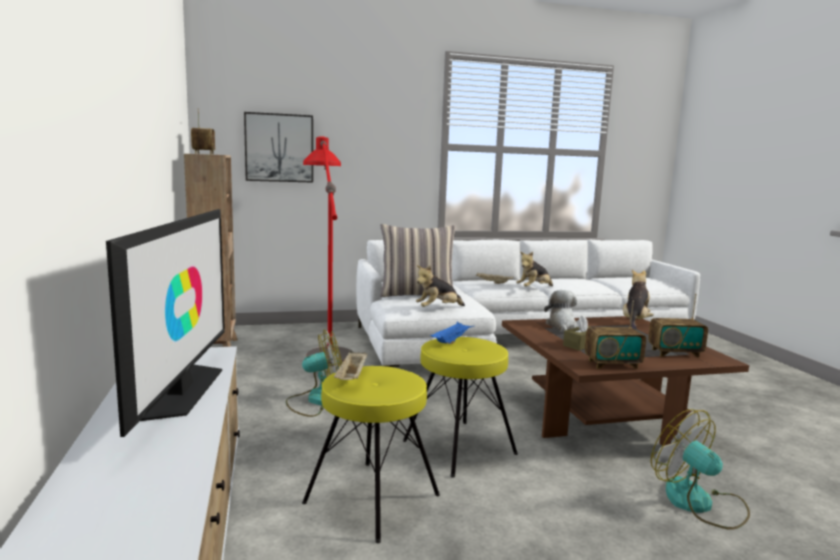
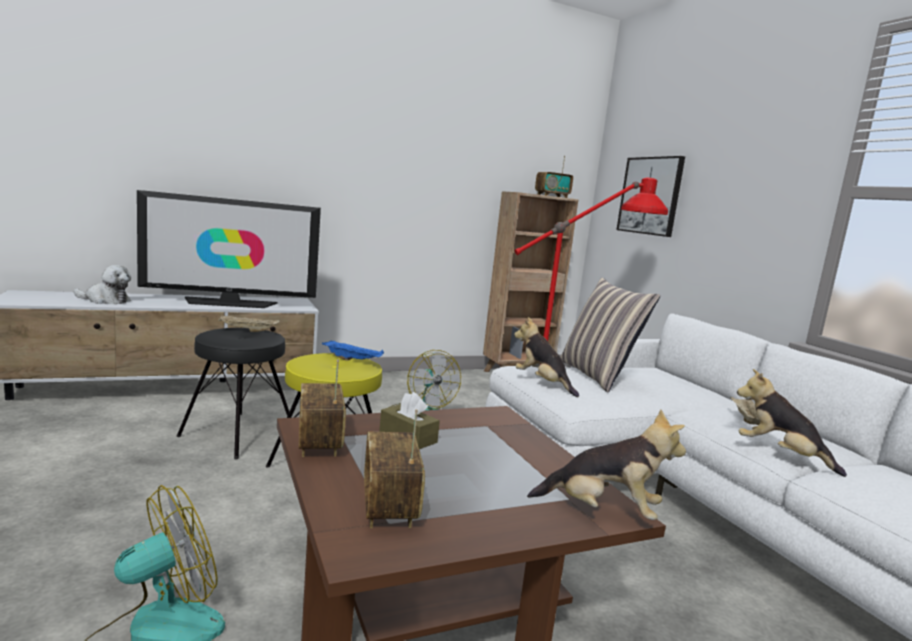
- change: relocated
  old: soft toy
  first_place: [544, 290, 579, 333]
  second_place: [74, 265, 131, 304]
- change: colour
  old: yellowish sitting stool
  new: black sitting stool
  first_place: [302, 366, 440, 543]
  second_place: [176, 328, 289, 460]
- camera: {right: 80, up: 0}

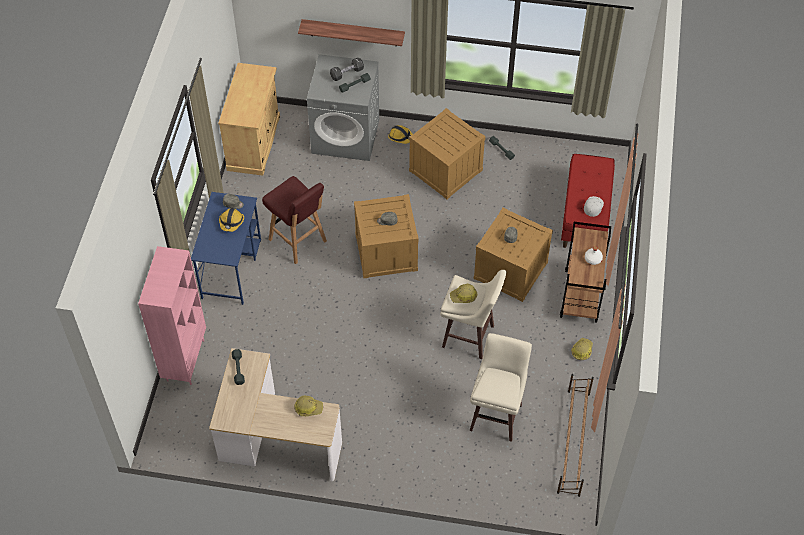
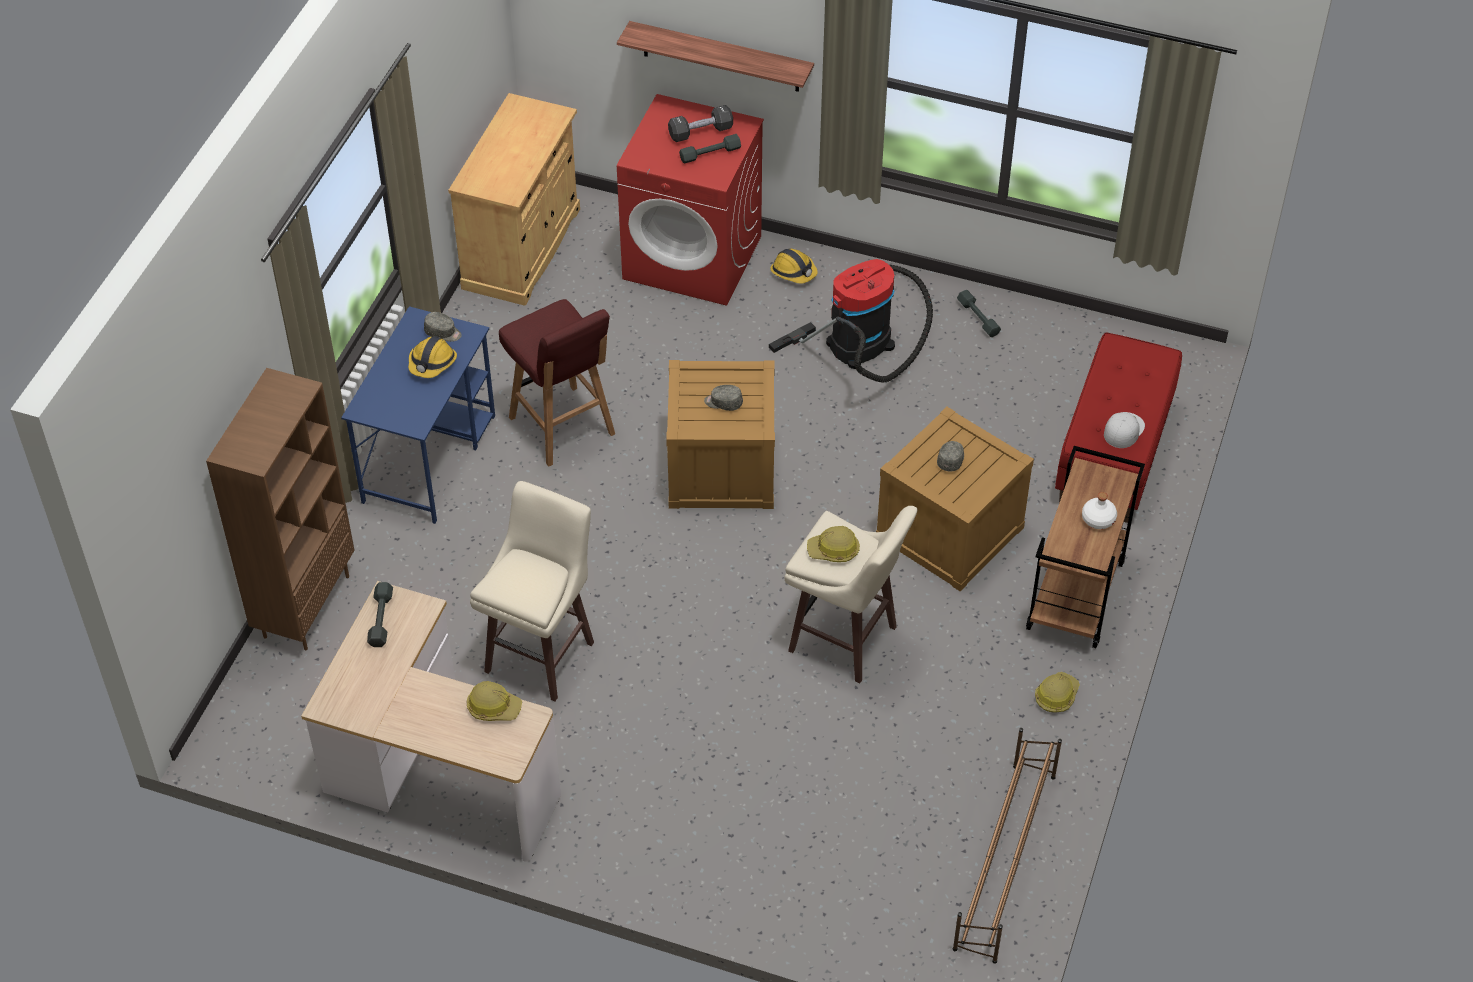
- change: colour
  old: pinkish bookshelf
  new: brown bookshelf
  first_place: [138, 246, 206, 385]
  second_place: [206, 368, 354, 651]
- change: relocated
  old: beige sitting stool
  first_place: [469, 333, 532, 442]
  second_place: [470, 481, 594, 701]
- change: colour
  old: greyish laundry machine
  new: red laundry machine
  first_place: [307, 54, 379, 161]
  second_place: [617, 94, 764, 306]
- change: exchanged
  old: shipping crate
  new: hoover
  first_place: [409, 108, 485, 199]
  second_place: [769, 259, 933, 383]
- camera: {right: 10, up: -5}

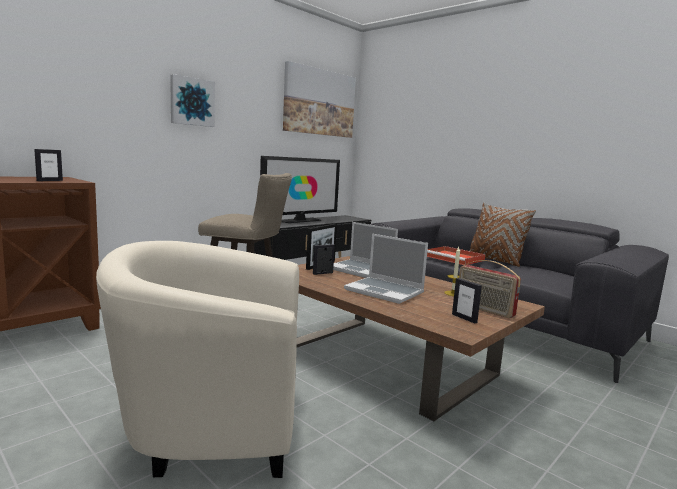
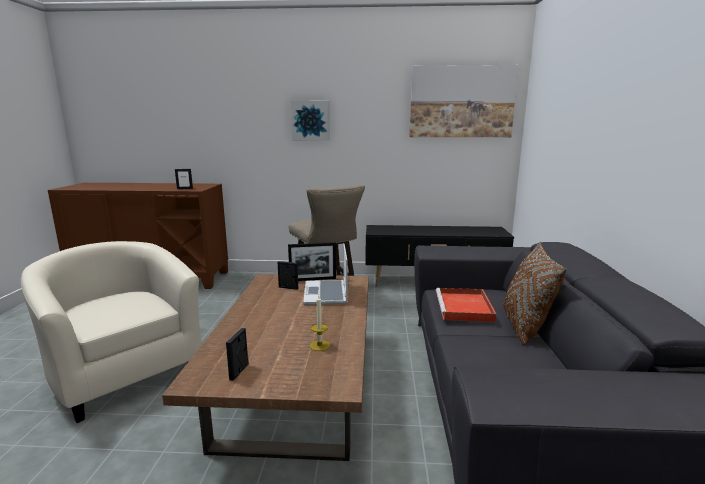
- change: missing
  old: TV set
  first_place: [260, 156, 340, 223]
- change: missing
  old: portable computer
  first_place: [344, 234, 428, 304]
- change: missing
  old: radio
  first_place: [459, 260, 521, 318]
- camera: {right: 50, up: 5}

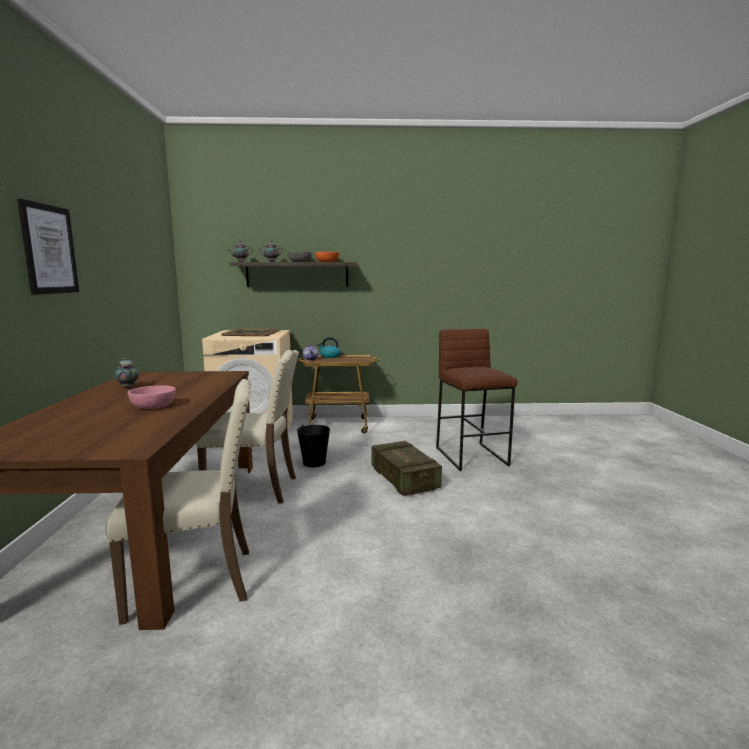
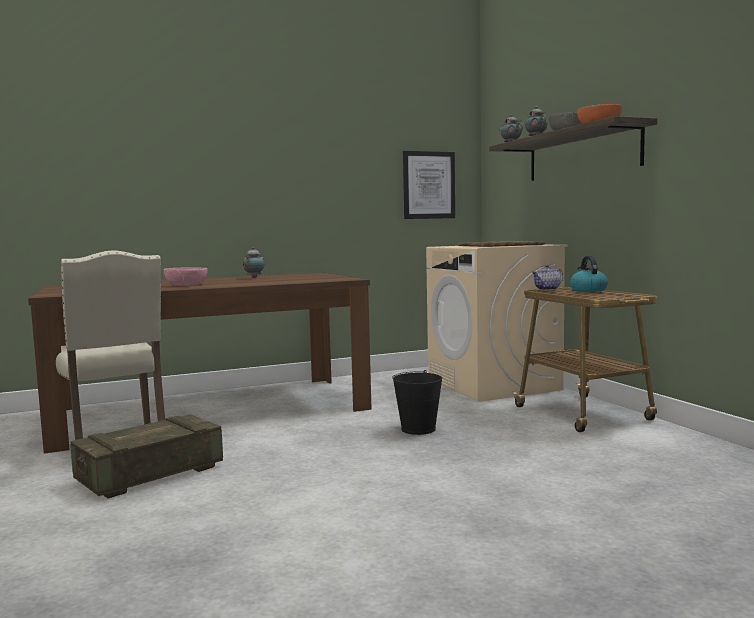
- change: relocated
  old: shipping crate
  first_place: [372, 441, 442, 496]
  second_place: [70, 414, 223, 498]
- change: relocated
  old: wall picture
  first_place: [17, 199, 79, 295]
  second_place: [403, 151, 455, 219]
- change: missing
  old: beige upright chair
  first_place: [196, 350, 299, 503]
- change: missing
  old: brown sitting stool
  first_place: [436, 329, 517, 471]
- camera: {right: 70, up: -5}

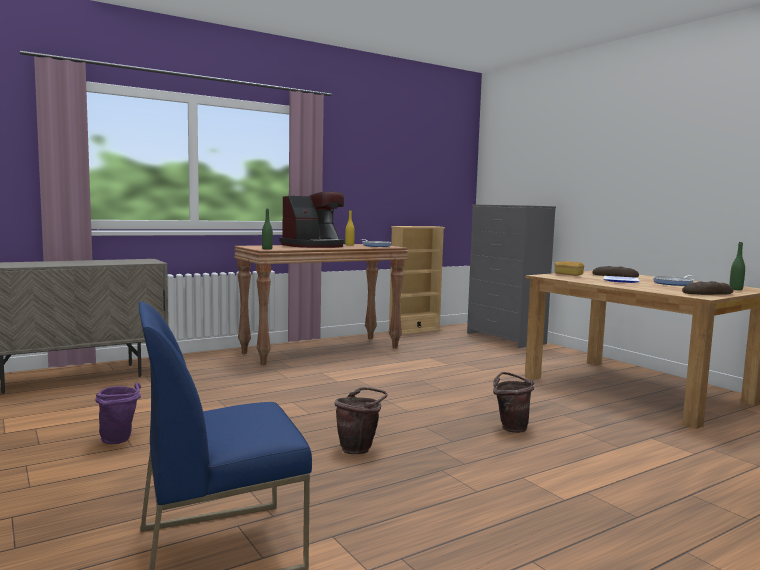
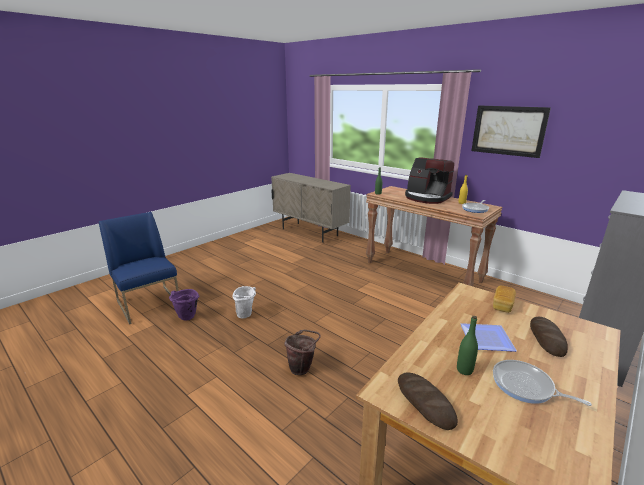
- change: relocated
  old: purple pail
  first_place: [95, 382, 141, 444]
  second_place: [169, 289, 199, 320]
- change: colour
  old: brown pail
  new: whitish pail
  first_place: [335, 387, 388, 454]
  second_place: [232, 286, 256, 318]
- change: relocated
  old: greenish bottle
  first_place: [729, 242, 745, 290]
  second_place: [457, 316, 478, 375]
- change: appeared
  new: wall picture
  second_place: [471, 106, 551, 158]
- change: missing
  old: beige bookshelf
  first_place: [388, 226, 445, 335]
- camera: {right: 75, up: 15}

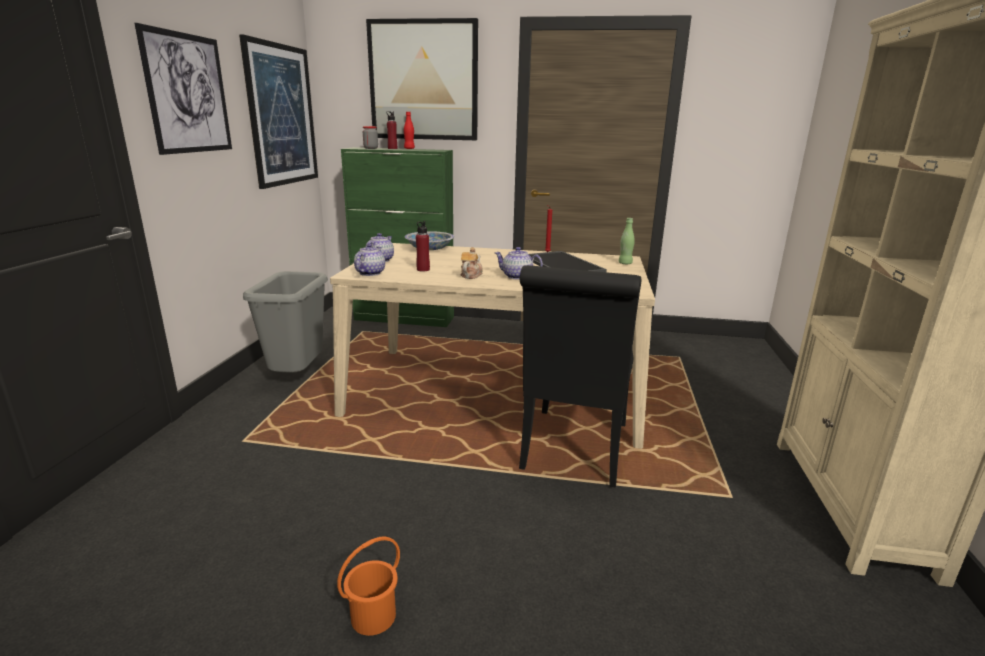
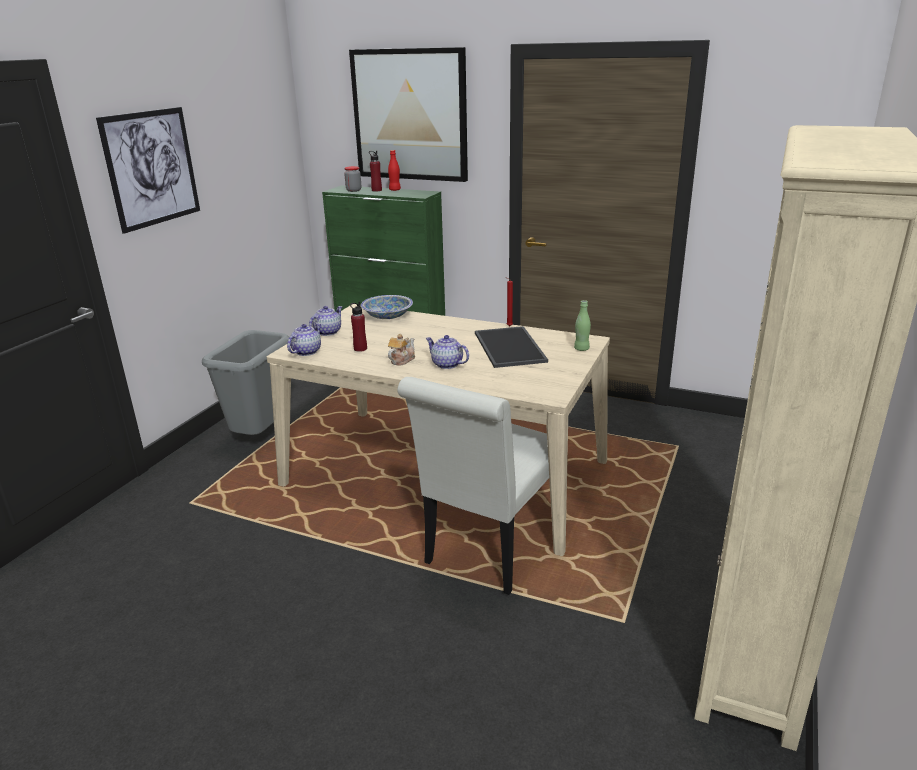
- change: colour
  old: black upright chair
  new: whitish upright chair
  first_place: [519, 265, 641, 488]
  second_place: [397, 377, 549, 595]
- change: missing
  old: wall picture
  first_place: [239, 34, 318, 189]
- change: missing
  old: orange-coloured pail
  first_place: [337, 536, 400, 636]
- camera: {right: 15, up: 5}

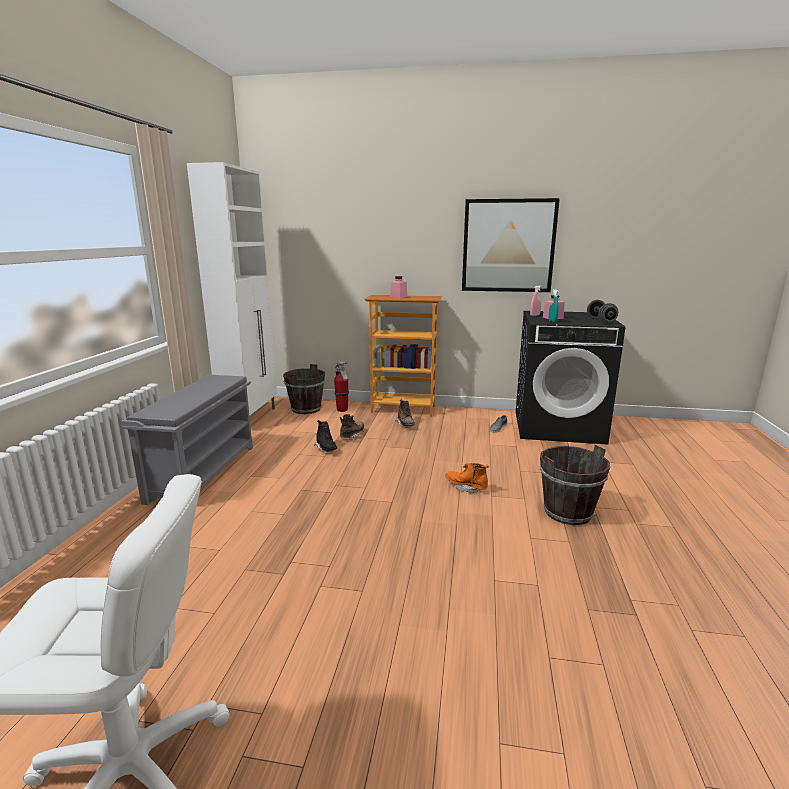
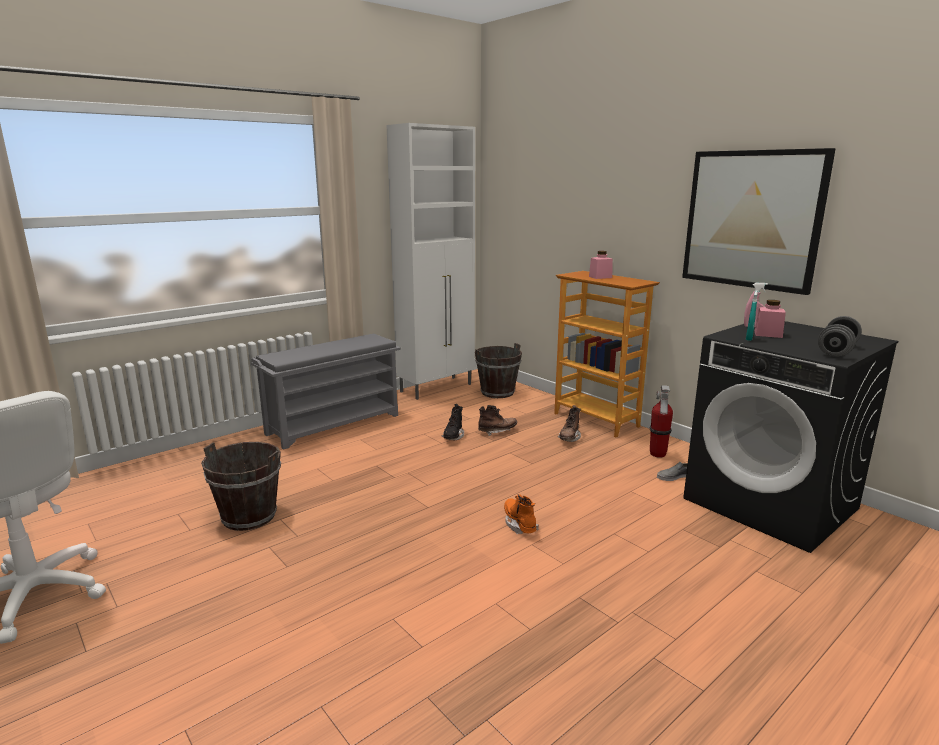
- change: relocated
  old: brown pail
  first_place: [540, 445, 610, 525]
  second_place: [201, 442, 281, 531]
- change: relocated
  old: fire-fighting cylinder
  first_place: [334, 361, 349, 412]
  second_place: [650, 385, 673, 458]
- camera: {right: 40, up: 0}

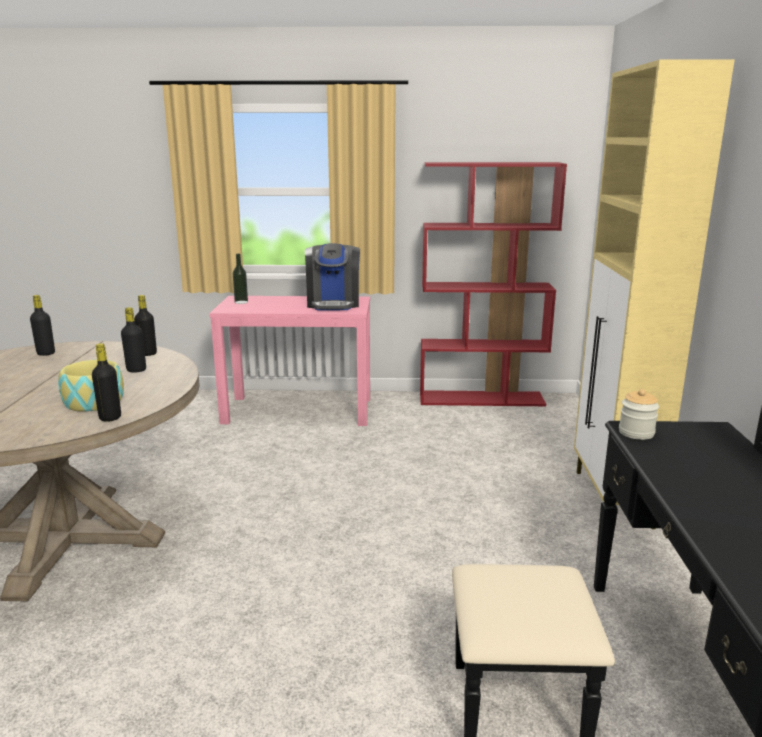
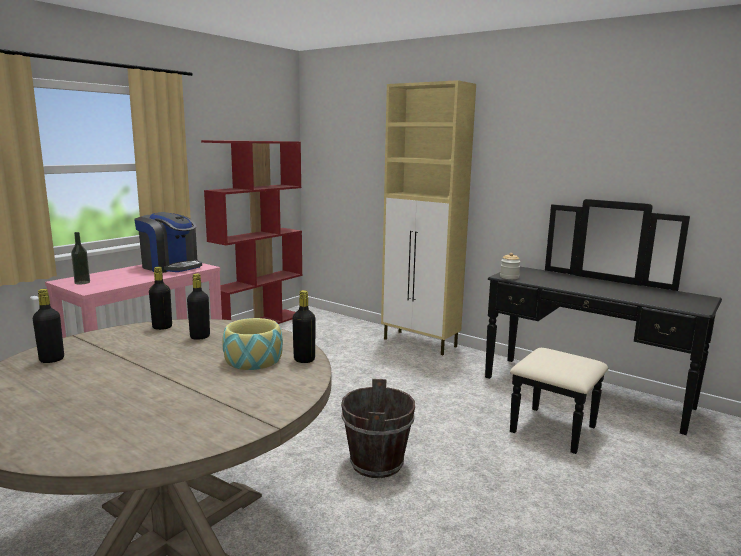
- change: appeared
  new: brown pail
  second_place: [341, 379, 415, 478]
- camera: {right: -55, up: -5}

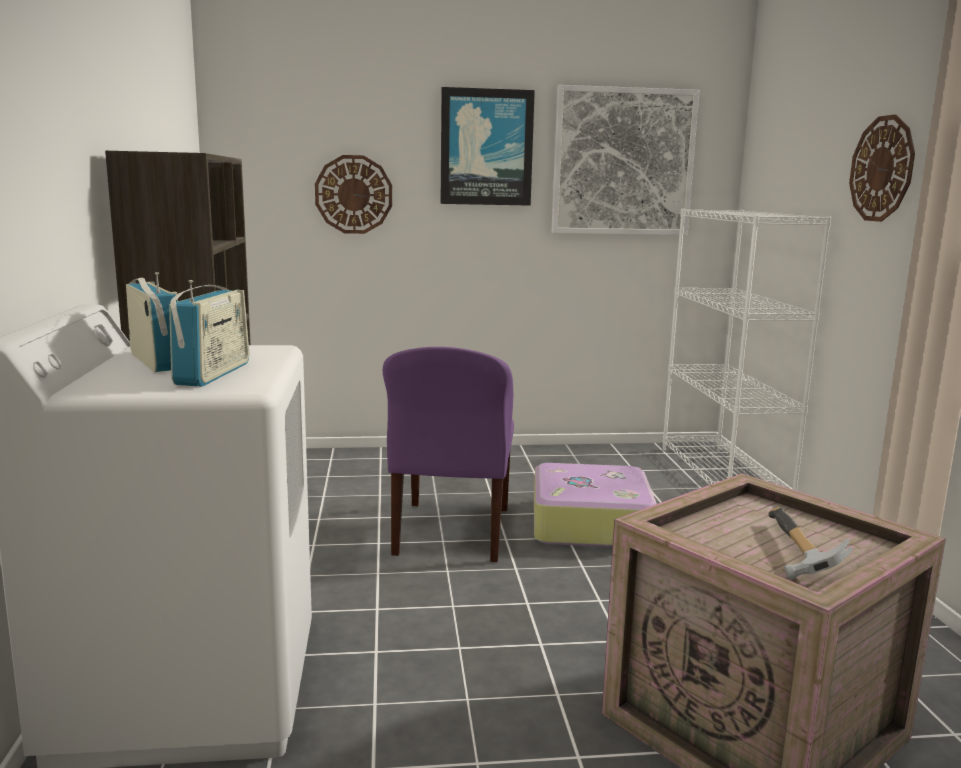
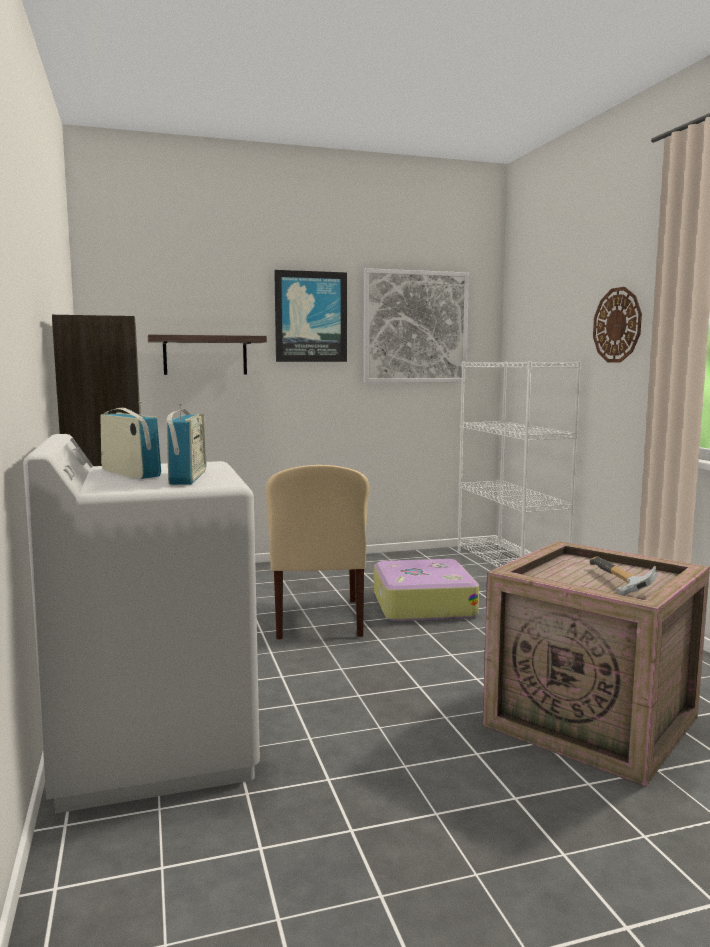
- change: exchanged
  old: hanging clock
  new: bracket shelf
  first_place: [315, 155, 392, 234]
  second_place: [148, 335, 267, 375]
- change: colour
  old: purple upright chair
  new: beige upright chair
  first_place: [383, 347, 514, 562]
  second_place: [266, 465, 369, 640]
- camera: {right: -10, up: -5}

